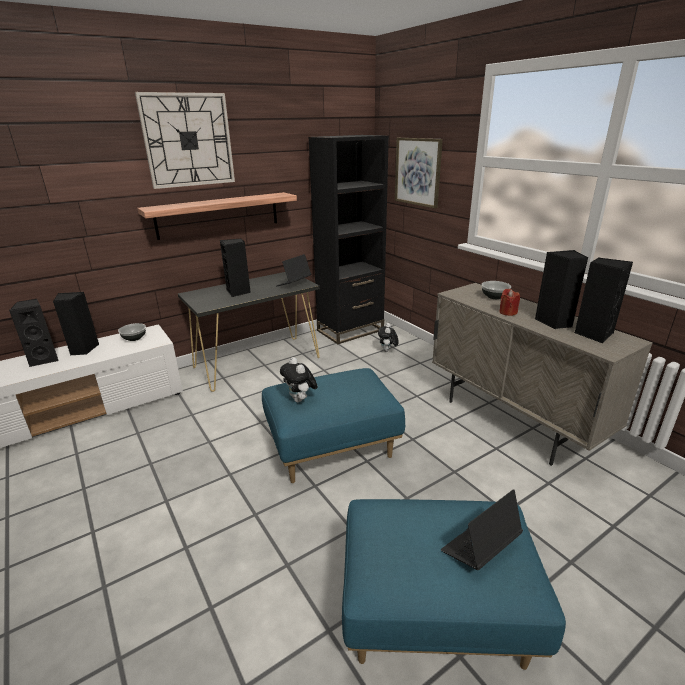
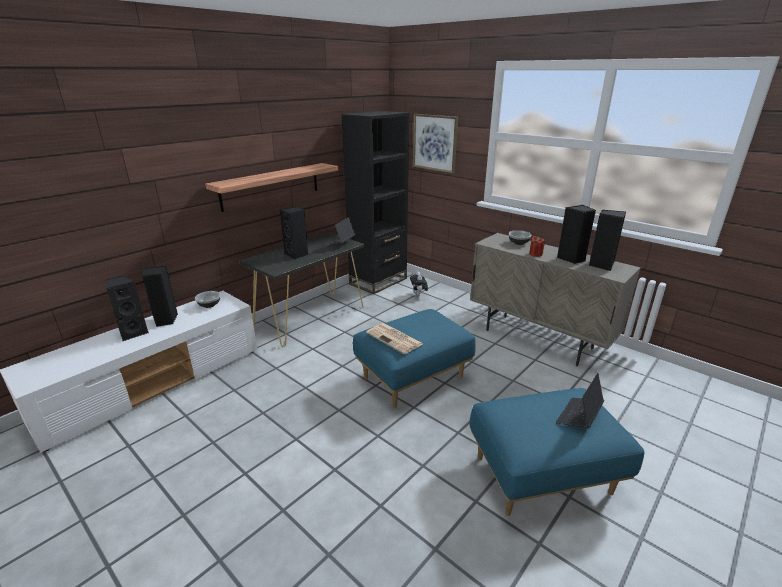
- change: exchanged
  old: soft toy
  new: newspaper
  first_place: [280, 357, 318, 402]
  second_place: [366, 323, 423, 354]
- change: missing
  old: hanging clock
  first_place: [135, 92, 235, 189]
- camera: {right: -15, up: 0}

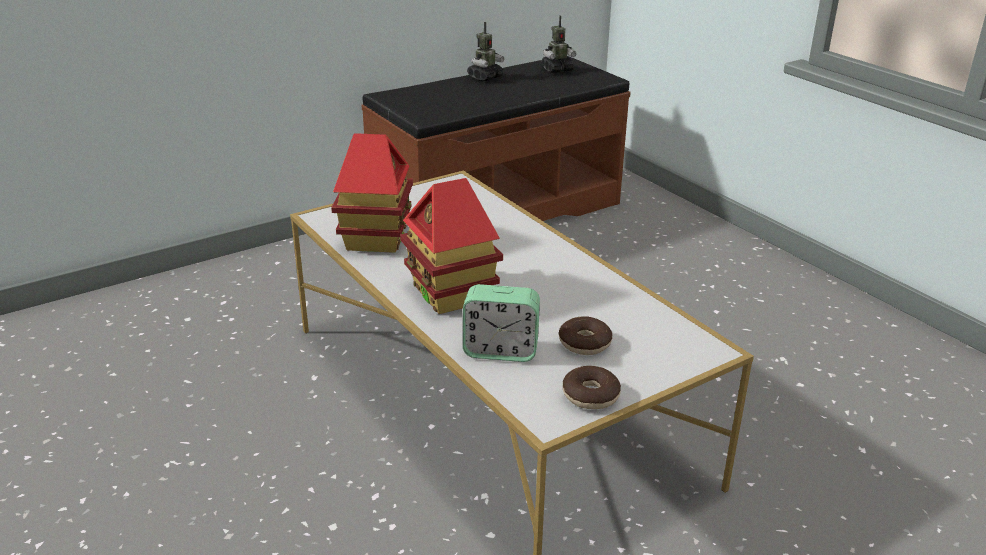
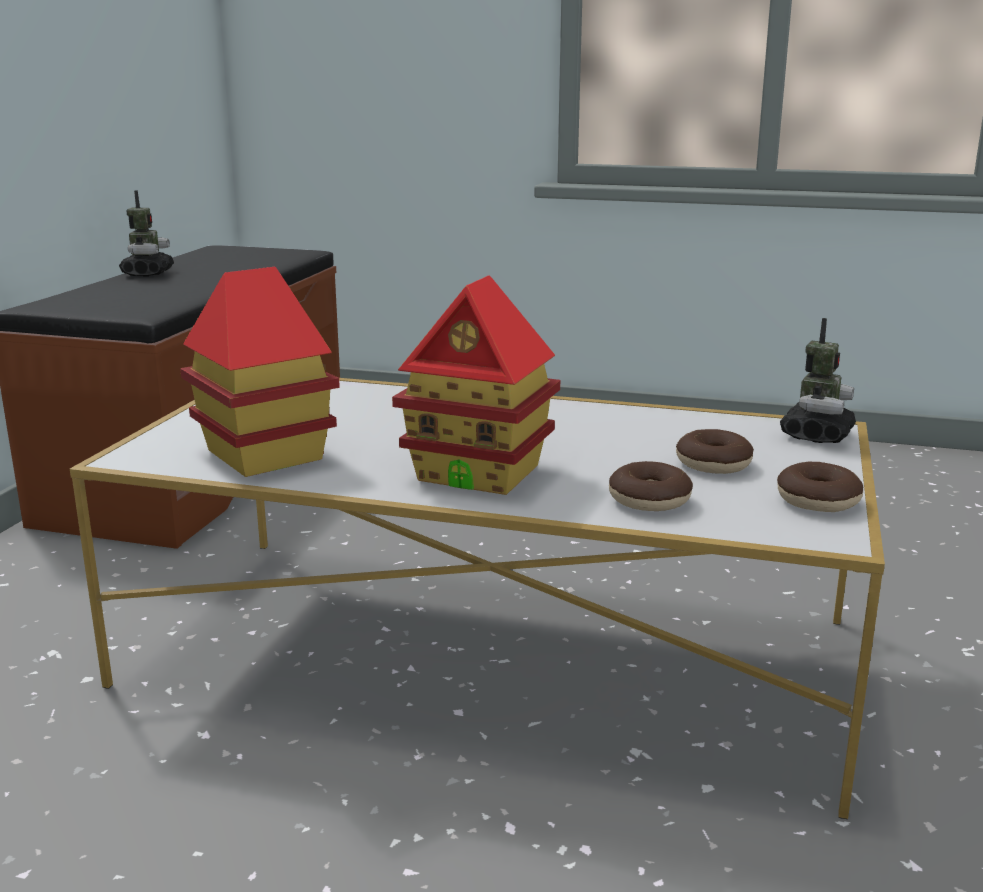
- change: exchanged
  old: alarm clock
  new: ring doughnut
  first_place: [463, 284, 540, 362]
  second_place: [609, 461, 693, 511]
- change: relocated
  old: toy robot
  first_place: [542, 15, 576, 73]
  second_place: [780, 318, 856, 443]
- camera: {right: -40, up: -10}

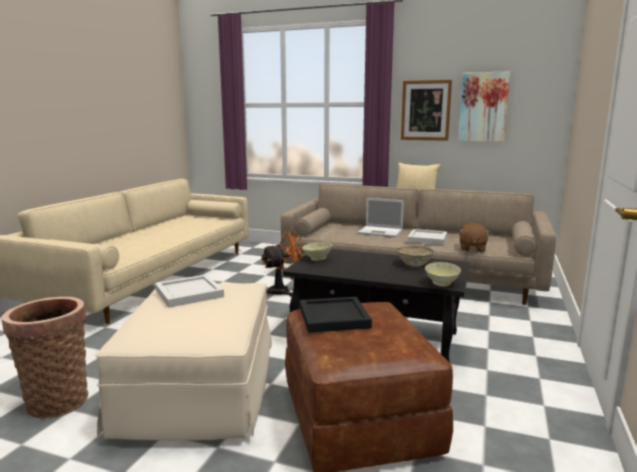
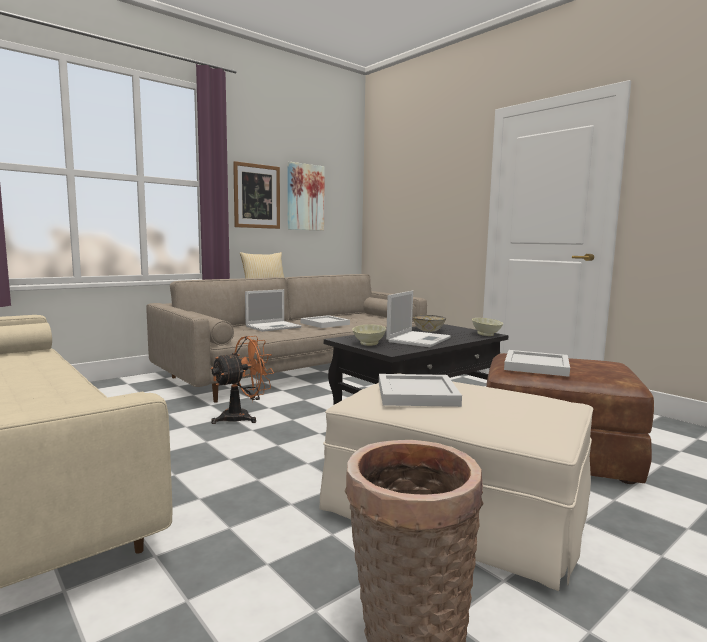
- change: spun
  old: orange-coloured cooling fan
  first_place: [262, 232, 303, 297]
  second_place: [210, 336, 274, 424]
  degrees: 45
- change: appeared
  new: portable computer
  second_place: [386, 291, 451, 347]
- change: colour
  old: black carrying tray
  new: whitish carrying tray
  first_place: [300, 297, 372, 333]
  second_place: [504, 350, 570, 377]
- change: missing
  old: brown soft toy
  first_place: [459, 223, 490, 252]
- camera: {right: -60, up: -5}

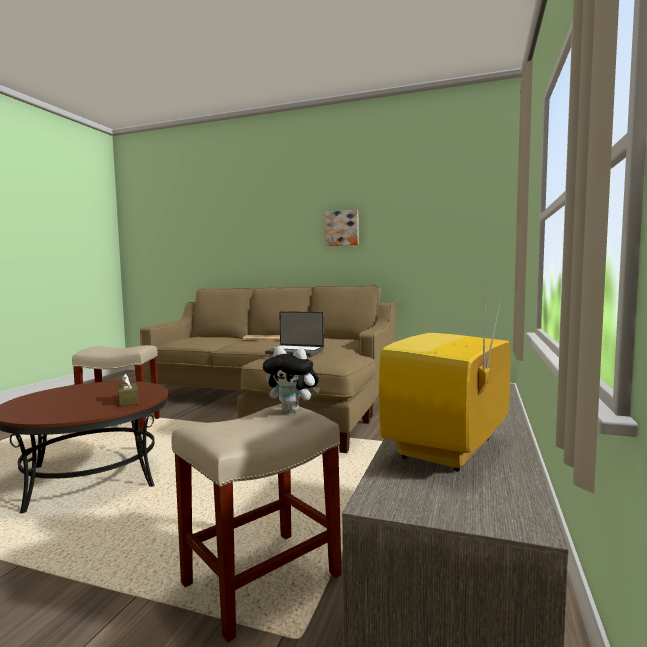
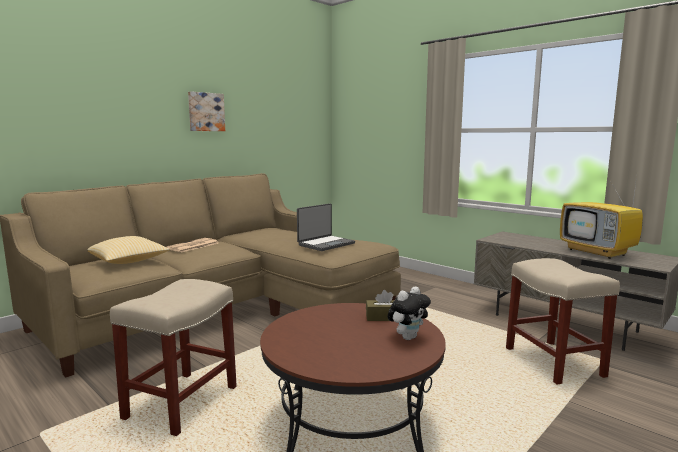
- change: appeared
  new: cushion
  second_place: [87, 236, 170, 264]
- change: relocated
  old: soft toy
  first_place: [263, 347, 320, 412]
  second_place: [388, 286, 431, 340]
- camera: {right: -65, up: 5}

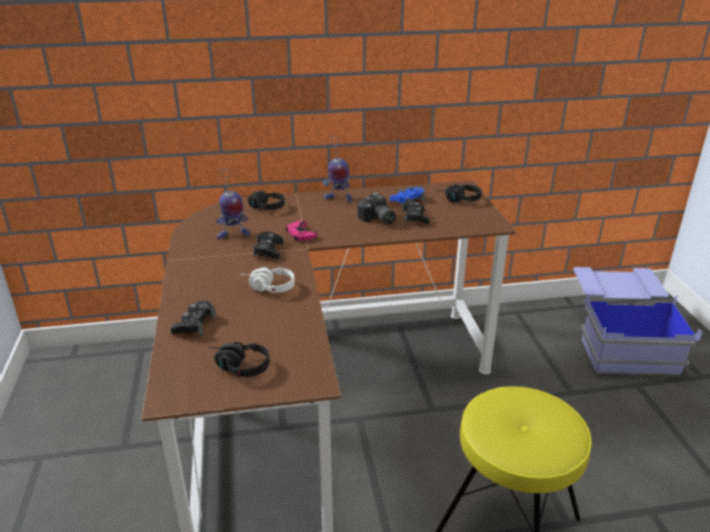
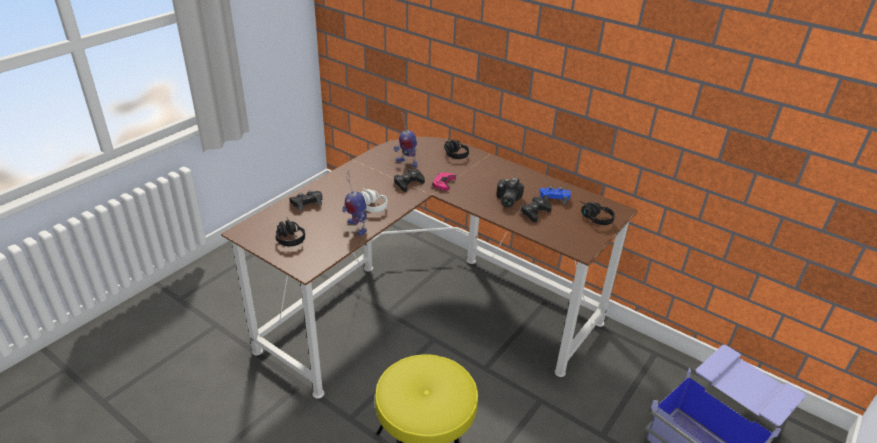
- change: relocated
  old: toy robot
  first_place: [322, 136, 352, 201]
  second_place: [342, 170, 367, 236]
- camera: {right: 45, up: 5}

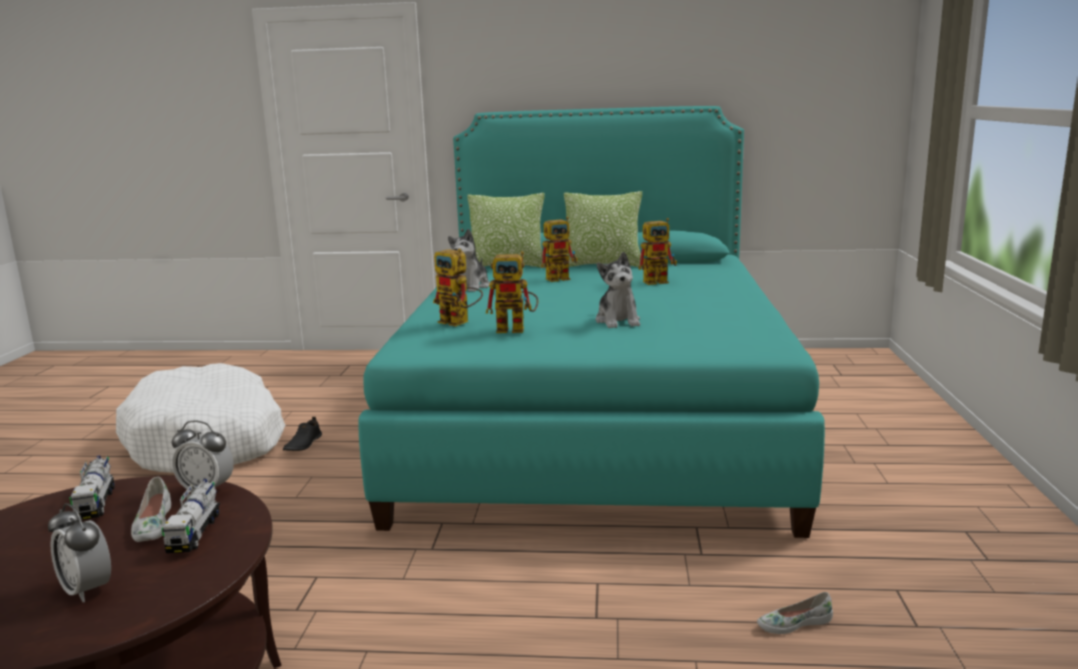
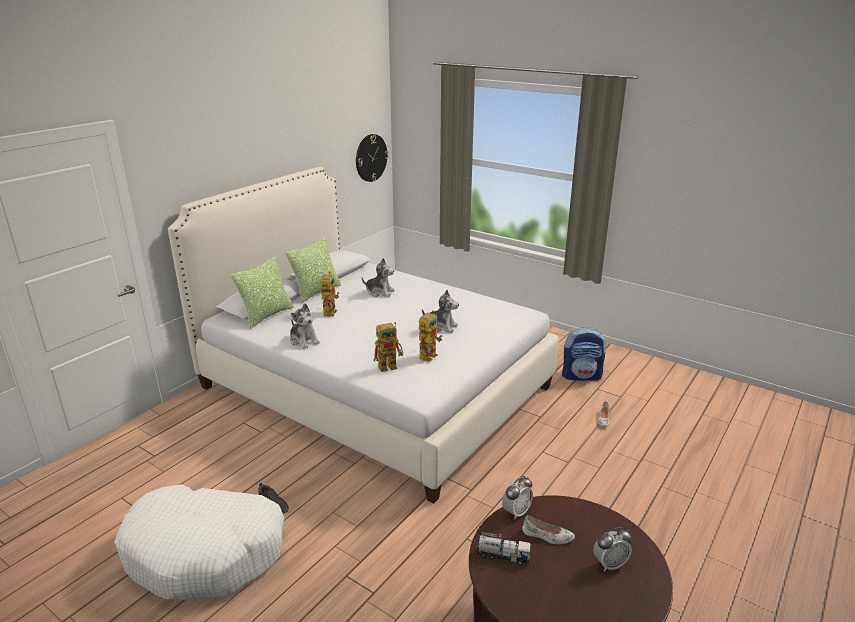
- change: colour
  old: blue-green bedroom bed
  new: whitish bedroom bed
  first_place: [358, 106, 825, 538]
  second_place: [168, 167, 559, 503]
- change: appeared
  new: hanging clock
  second_place: [356, 134, 389, 182]
- change: exchanged
  old: toy robot
  new: soft toy
  first_place: [638, 218, 677, 285]
  second_place: [362, 258, 395, 297]
- change: appeared
  new: backpack
  second_place: [562, 327, 606, 381]
- change: missing
  old: model truck
  first_place: [161, 479, 220, 553]
- camera: {right: -60, up: 10}

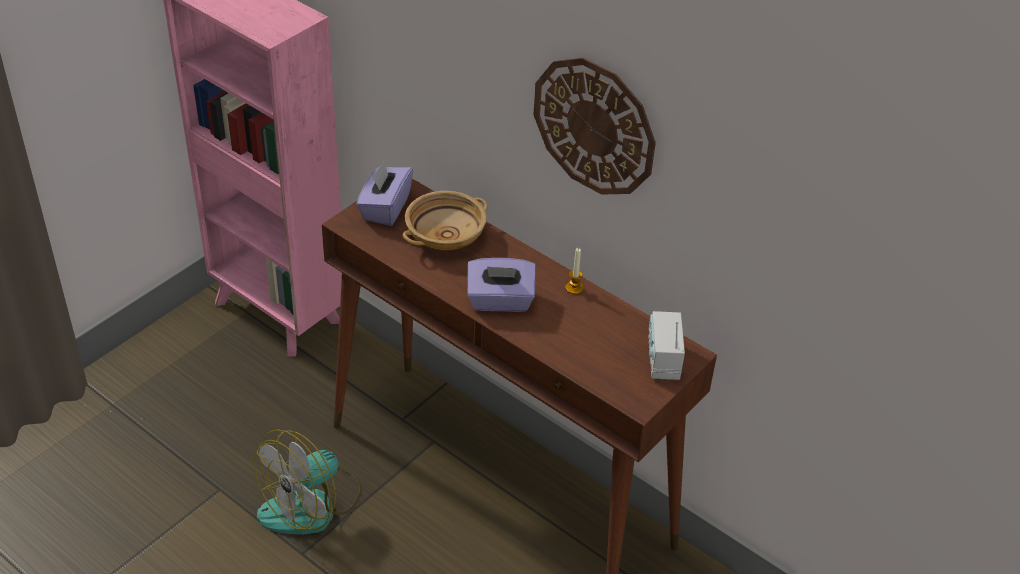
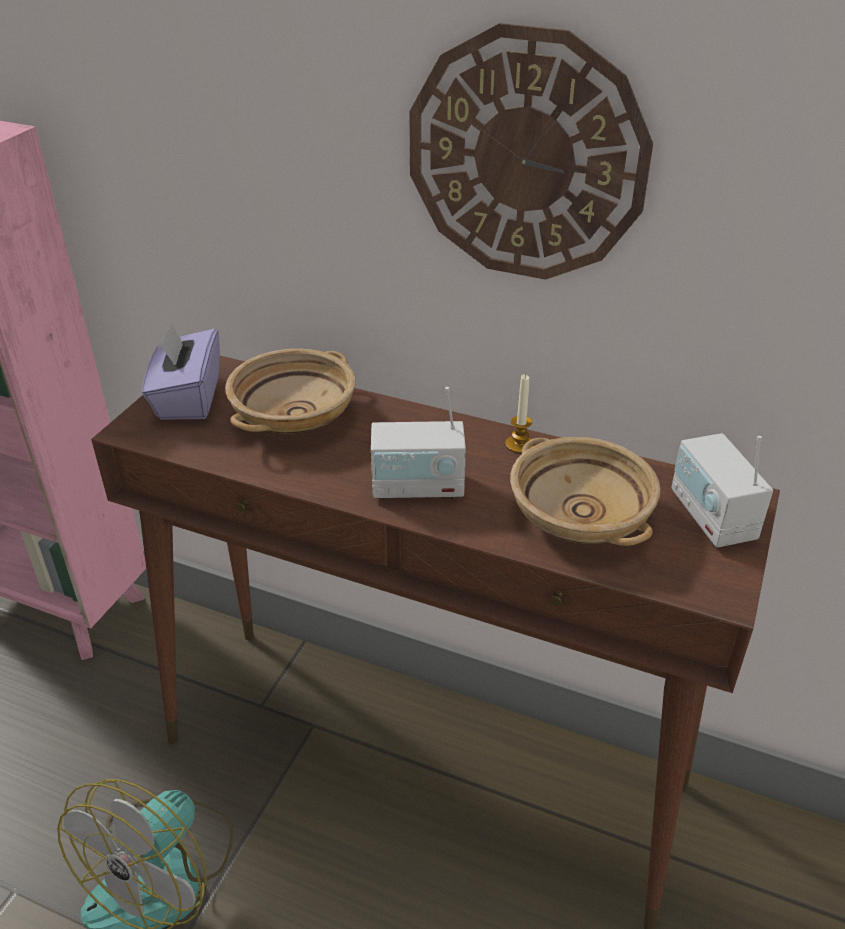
- change: exchanged
  old: purple tissue holder
  new: radio
  first_place: [467, 258, 535, 312]
  second_place: [371, 387, 466, 500]
- change: appeared
  new: beige deep dish
  second_place: [510, 437, 661, 546]
- camera: {right: -15, up: -5}

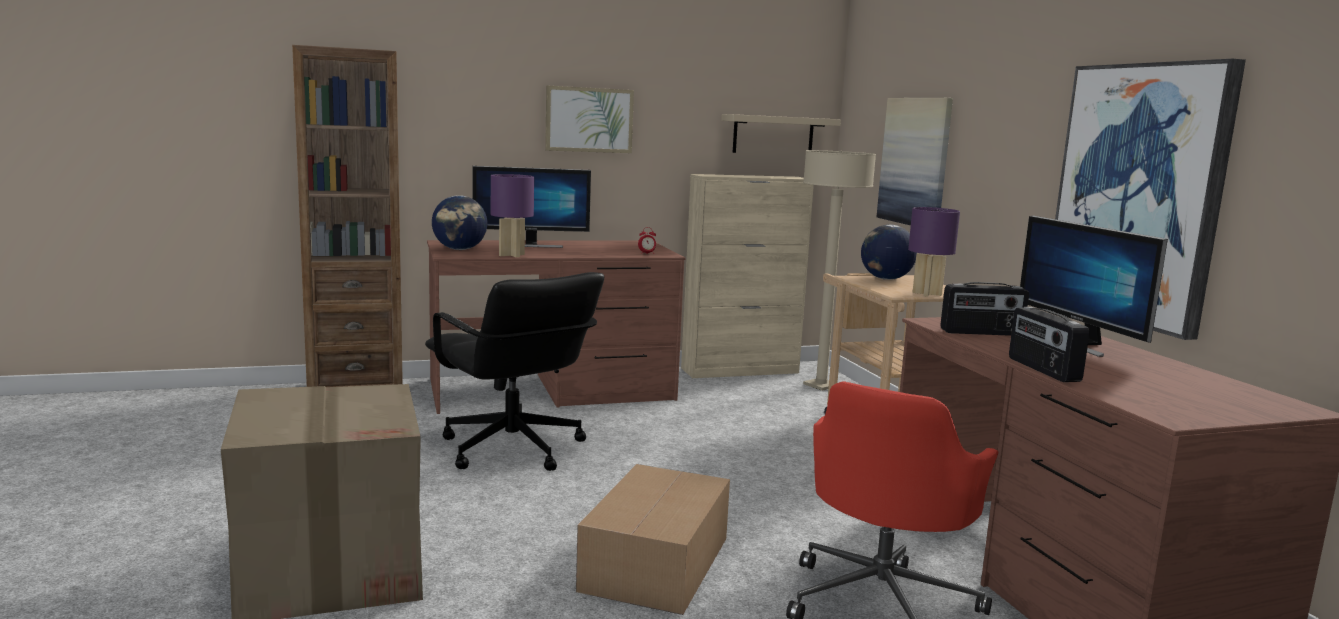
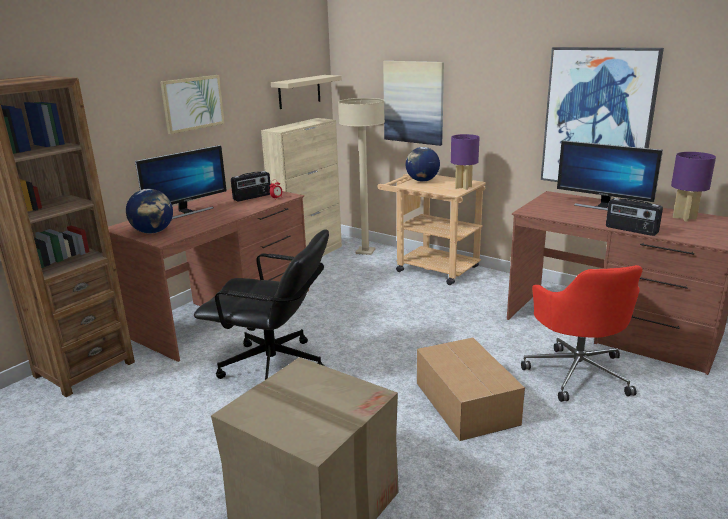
- change: relocated
  old: radio
  first_place: [940, 282, 1029, 336]
  second_place: [231, 171, 271, 202]
- change: relocated
  old: purple lamp for a table
  first_place: [491, 174, 534, 257]
  second_place: [671, 152, 716, 222]
- camera: {right: -35, up: 10}

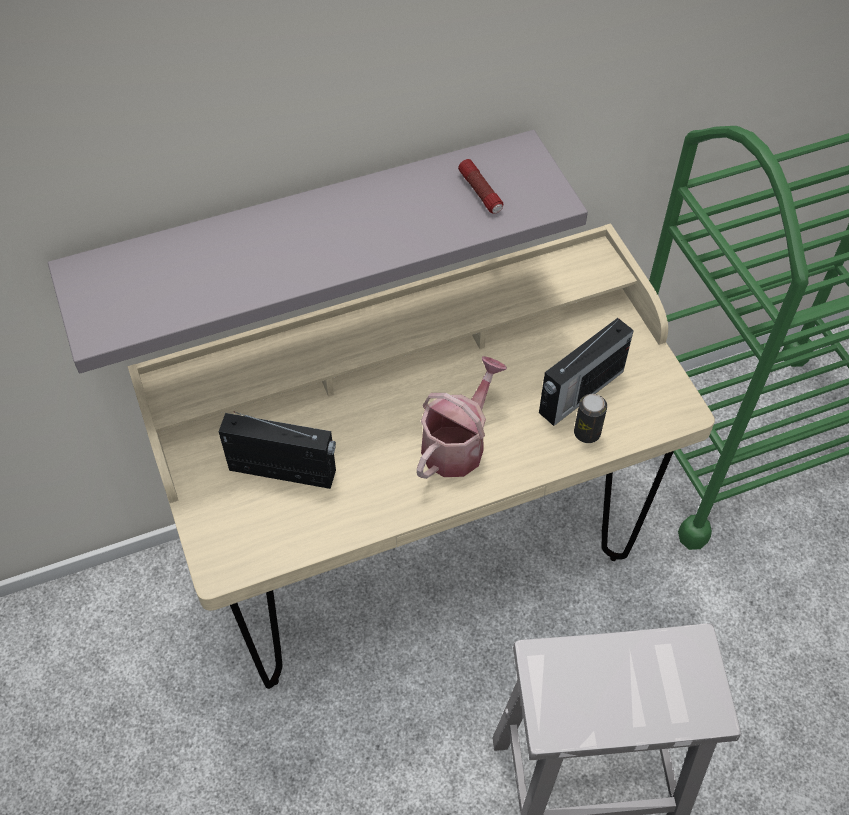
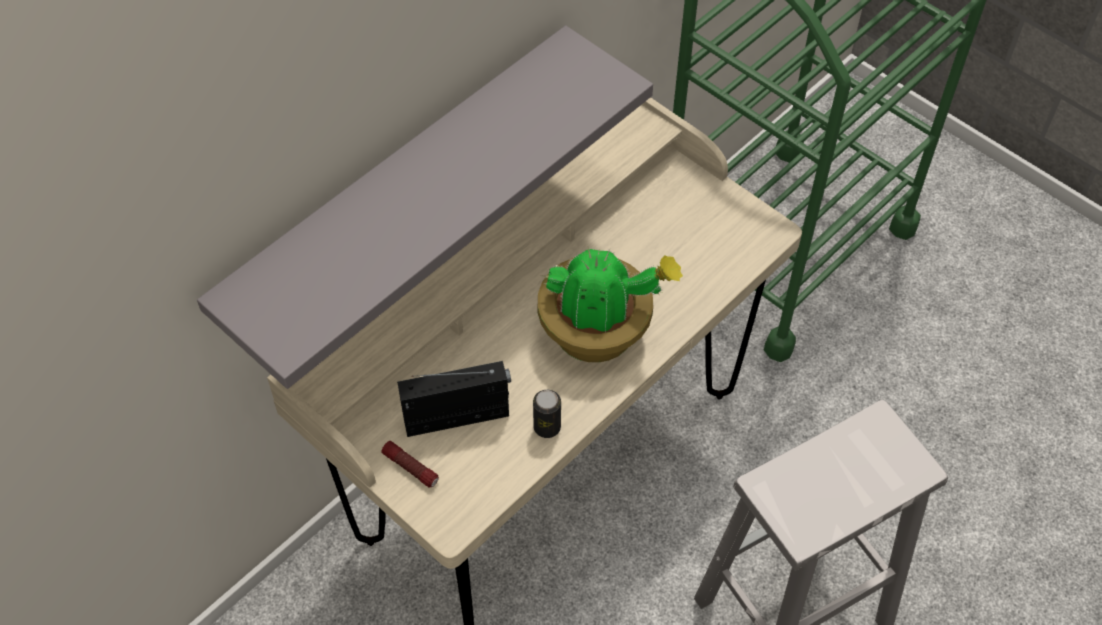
- change: relocated
  old: flashlight
  first_place: [458, 159, 503, 213]
  second_place: [381, 441, 439, 488]
- change: relocated
  old: can
  first_place: [574, 394, 607, 443]
  second_place: [533, 390, 561, 438]
- change: exchanged
  old: watering pot
  new: plant in a pot
  first_place: [417, 356, 507, 479]
  second_place: [537, 244, 683, 362]
- change: missing
  old: radio
  first_place: [539, 318, 634, 426]
- camera: {right: -25, up: 0}

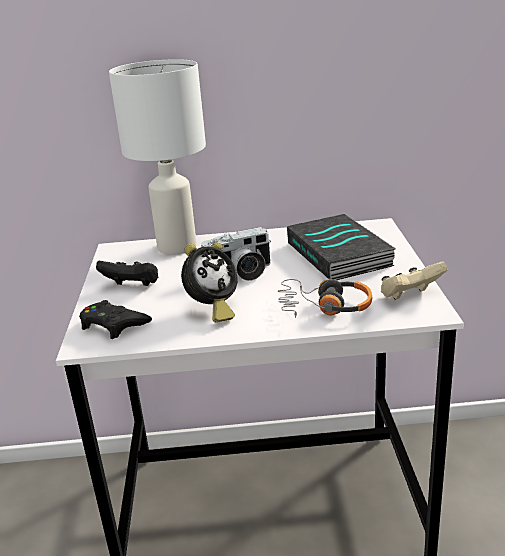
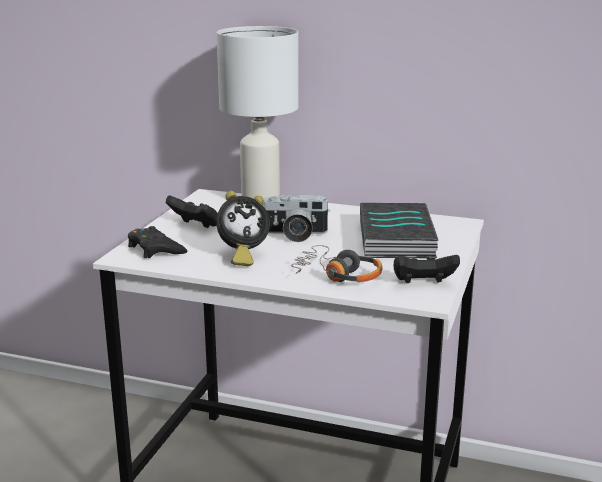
- change: colour
  old: beige game controller
  new: black game controller
  first_place: [381, 261, 447, 299]
  second_place: [394, 255, 460, 283]
- camera: {right: 20, up: -5}

